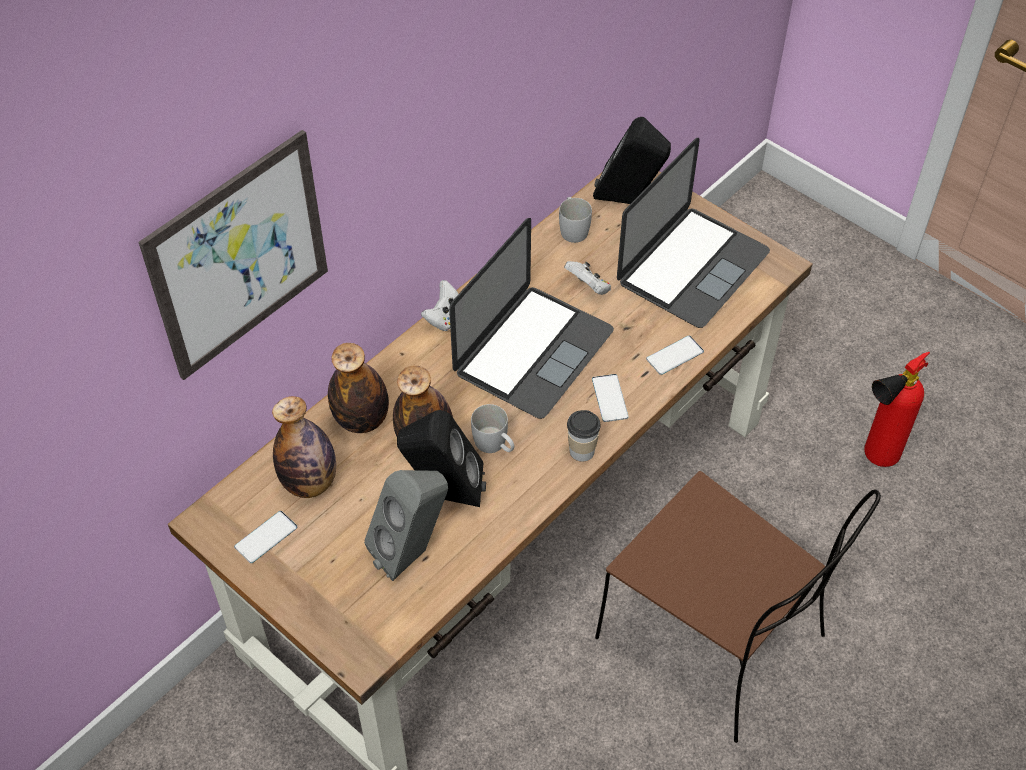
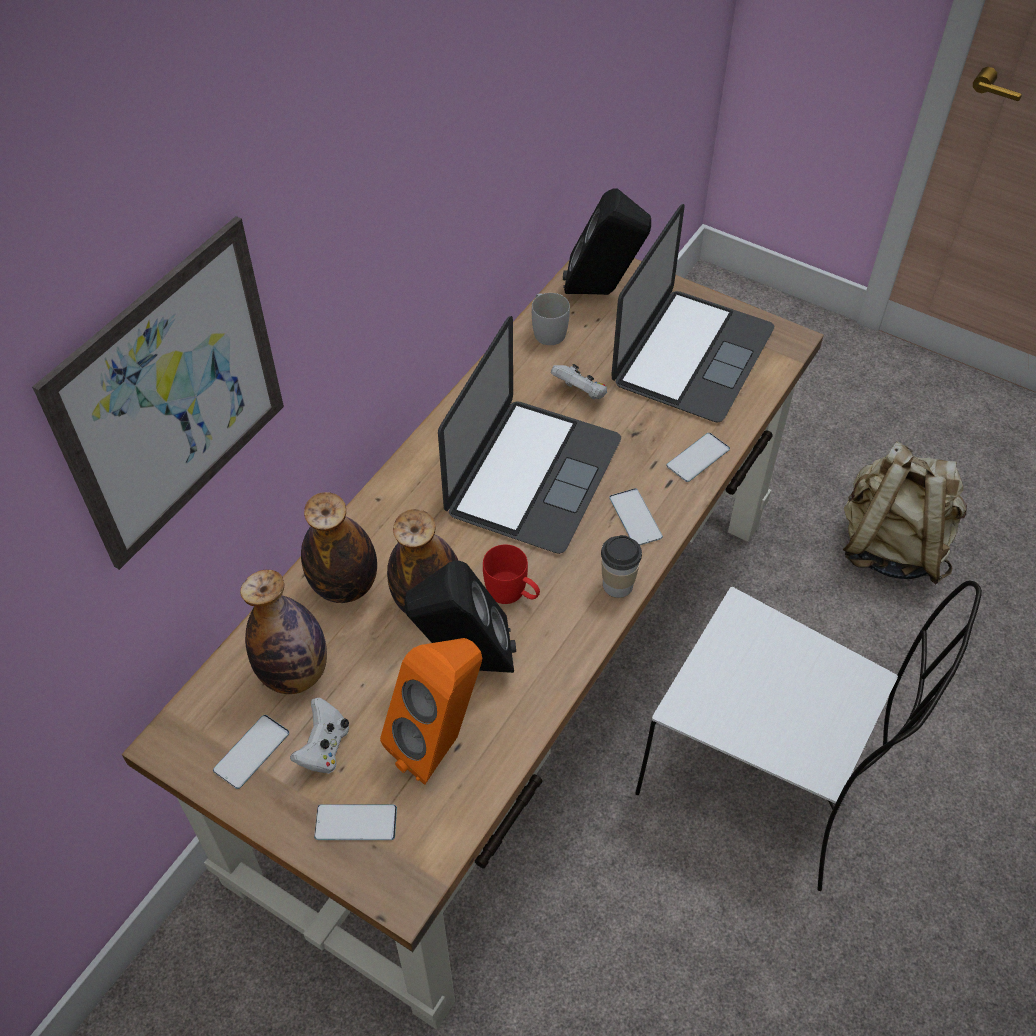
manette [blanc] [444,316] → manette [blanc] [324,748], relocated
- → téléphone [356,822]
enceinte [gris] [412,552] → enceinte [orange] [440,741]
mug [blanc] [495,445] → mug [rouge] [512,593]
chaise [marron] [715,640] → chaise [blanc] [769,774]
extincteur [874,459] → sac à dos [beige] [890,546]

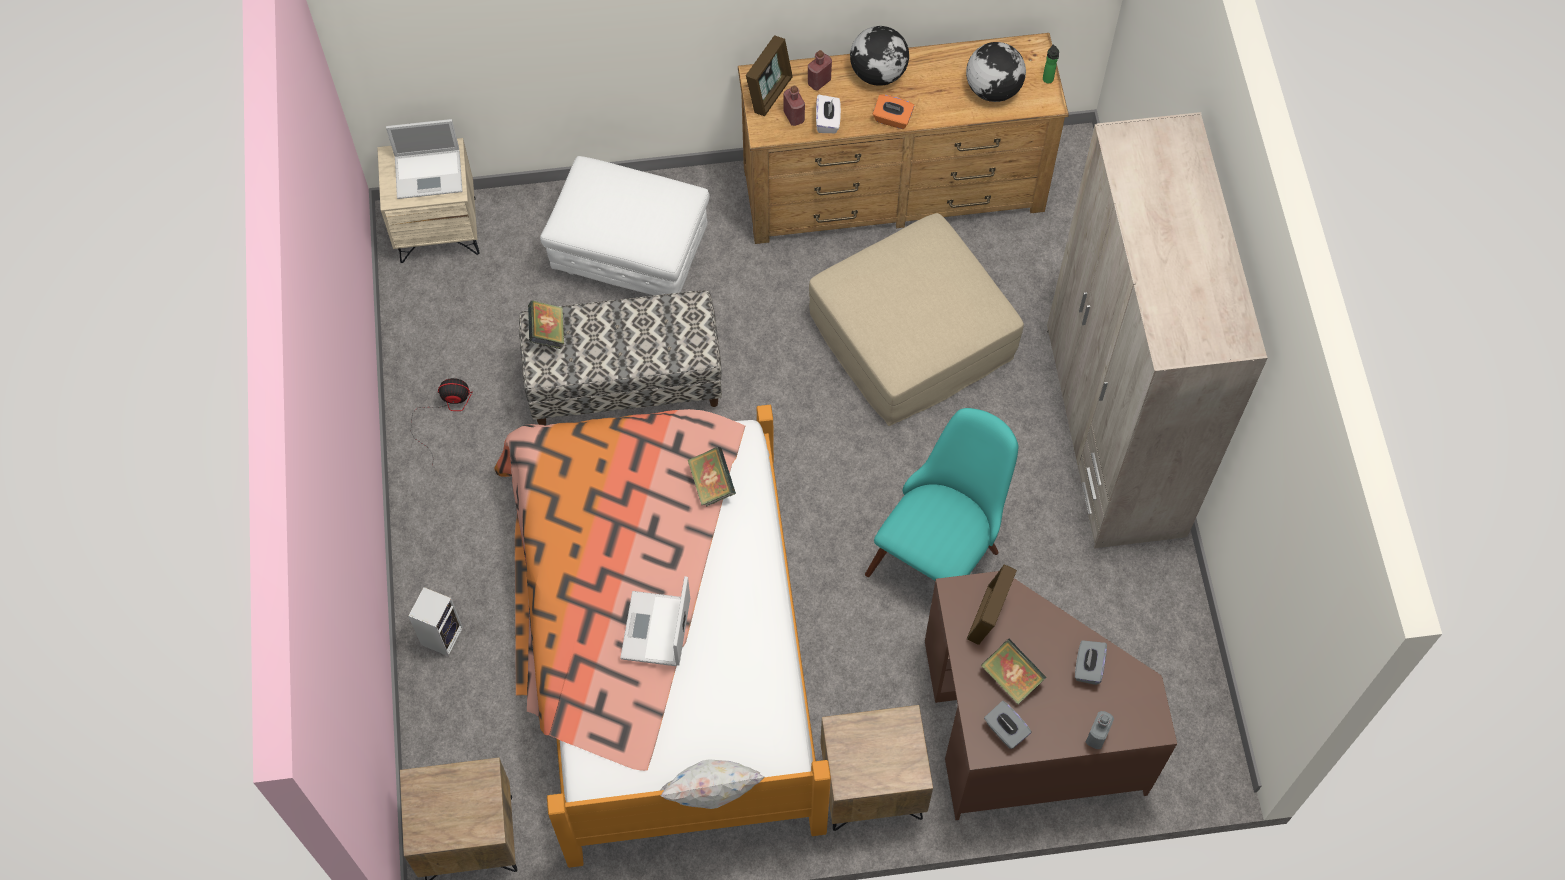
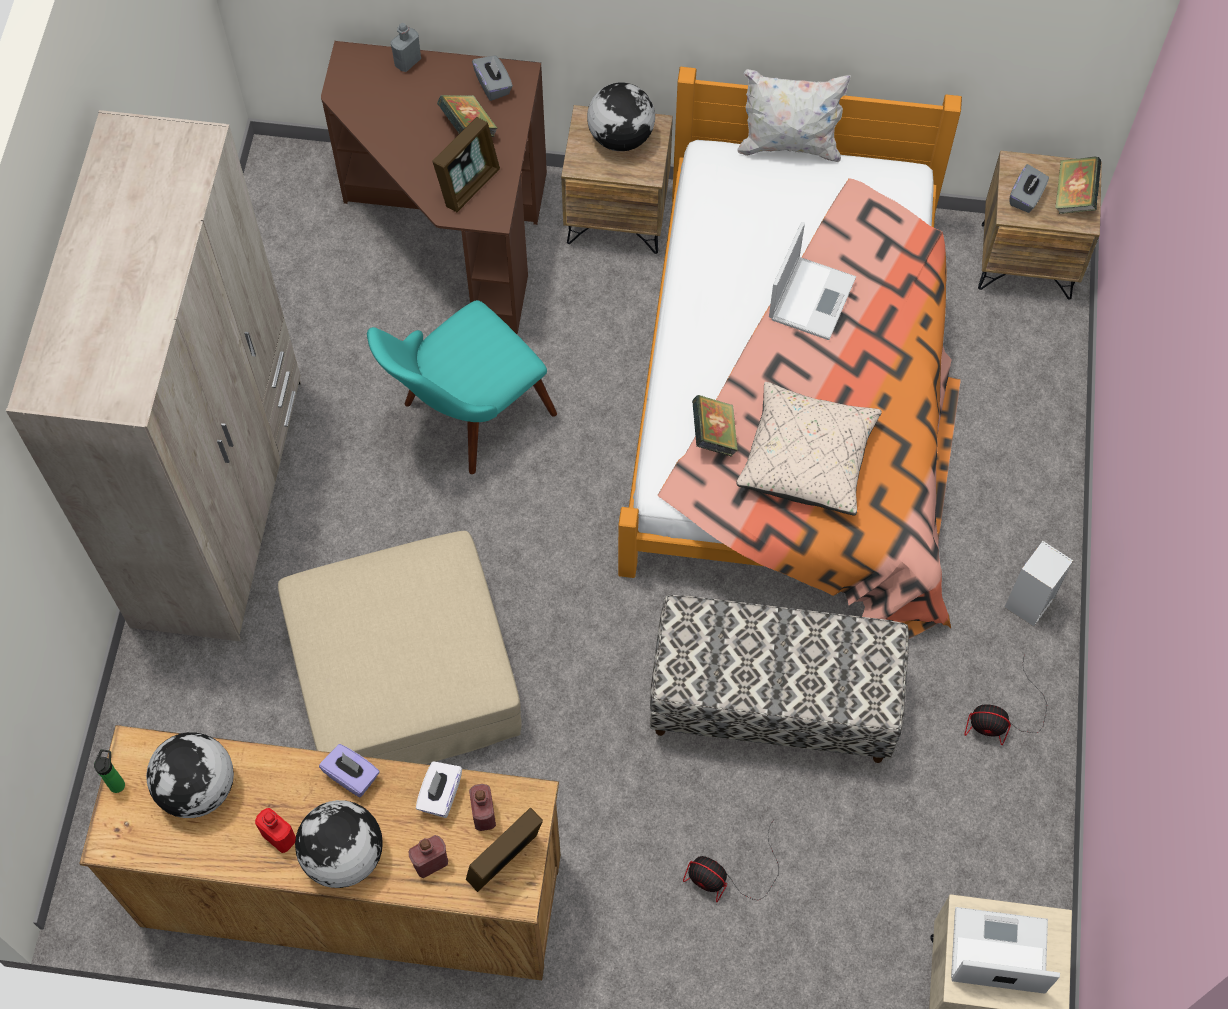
- → bouteille [rouge] [279,837]
boîte à mouchoirs [orange] [892,119] → boîte à mouchoirs [violet] [352,776]
- → globe [621,136]
pouf [blanc] [632,257] → ventilateur [727,876]
- → coussin [beige] [807,459]
enceinte [442,634] → enceinte [1029,605], relocated
boîte à mouchoirs [gris] [1088,667] → boîte à mouchoirs [gris] [1026,197], relocated
livre [547,332] → livre [1074,196], relocated

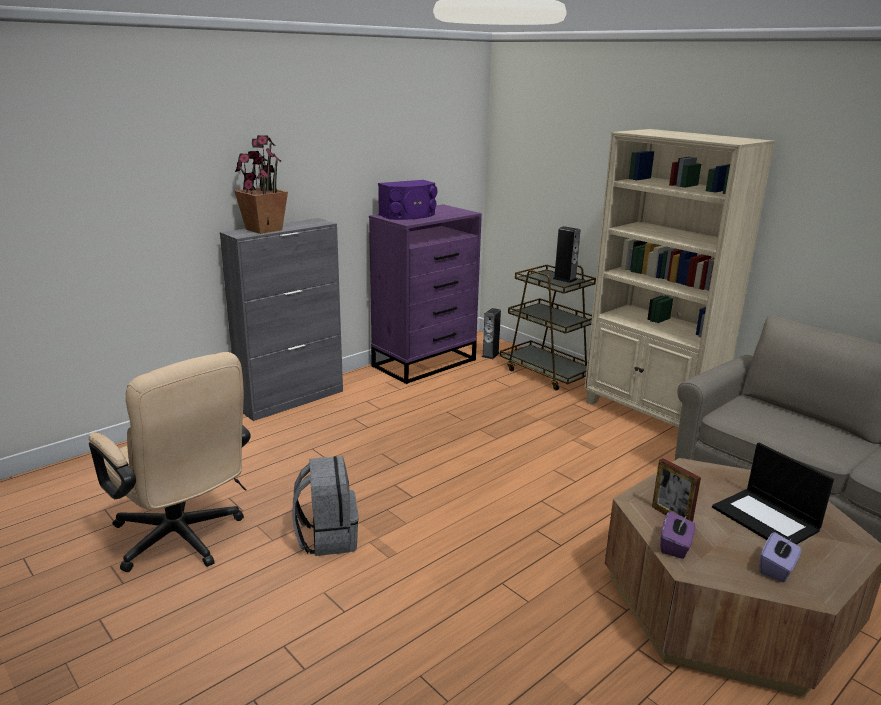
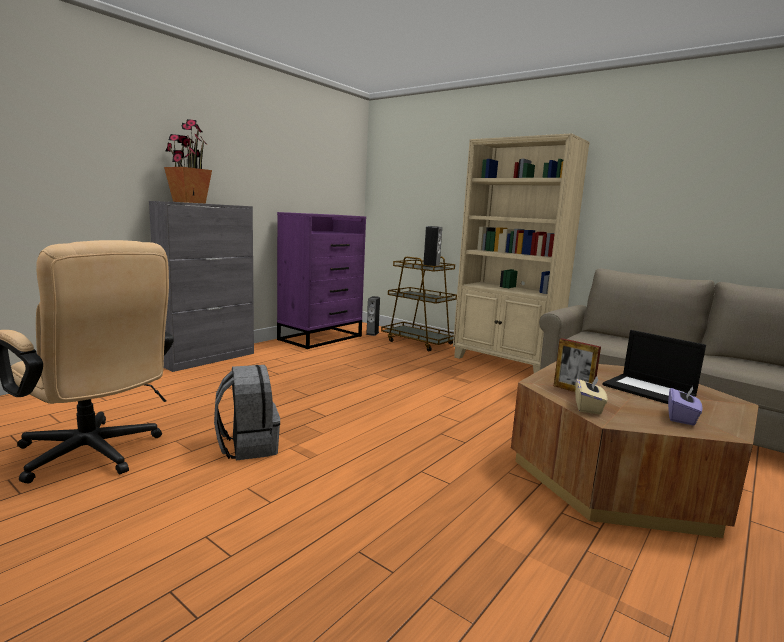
boîte à mouchoirs [violet] [675,546] → boîte à mouchoirs [beige] [588,407]
enceinte [violet] [409,215] → -

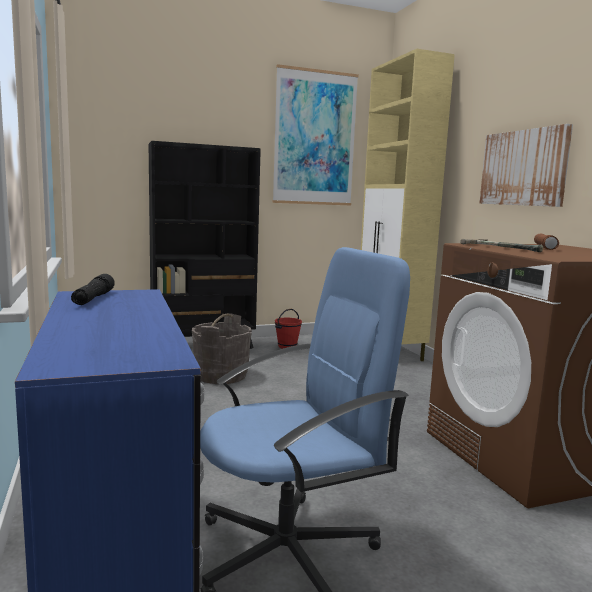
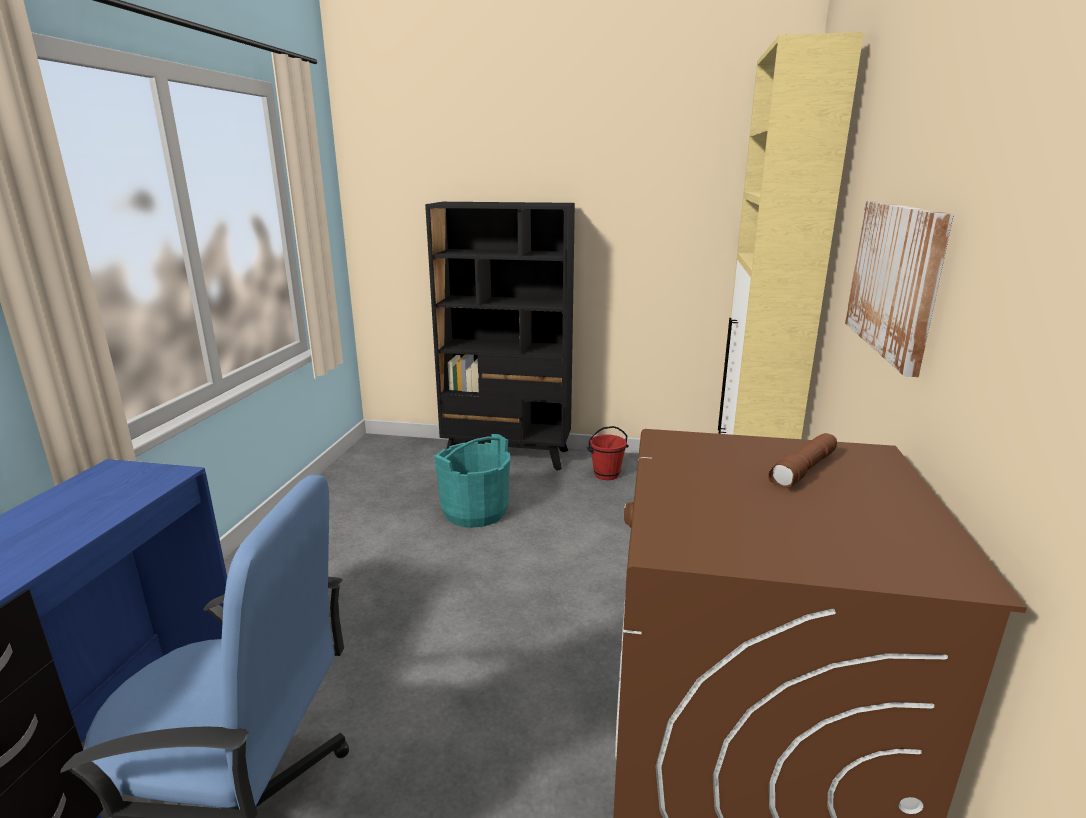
seau [gris] [221,375] → seau [turquoise] [475,511]
lampe de poche [noir] [93,299] → -
tableau [314,138] → -
marteau [503,247] → -

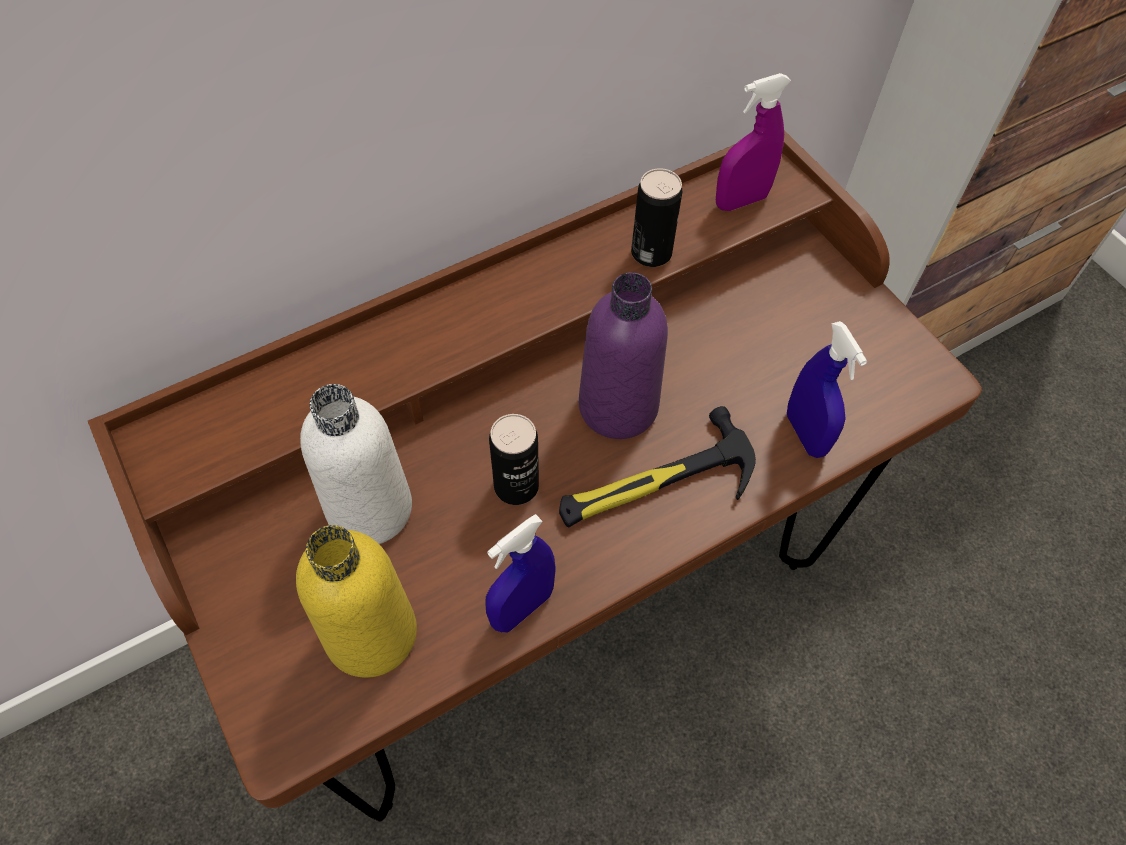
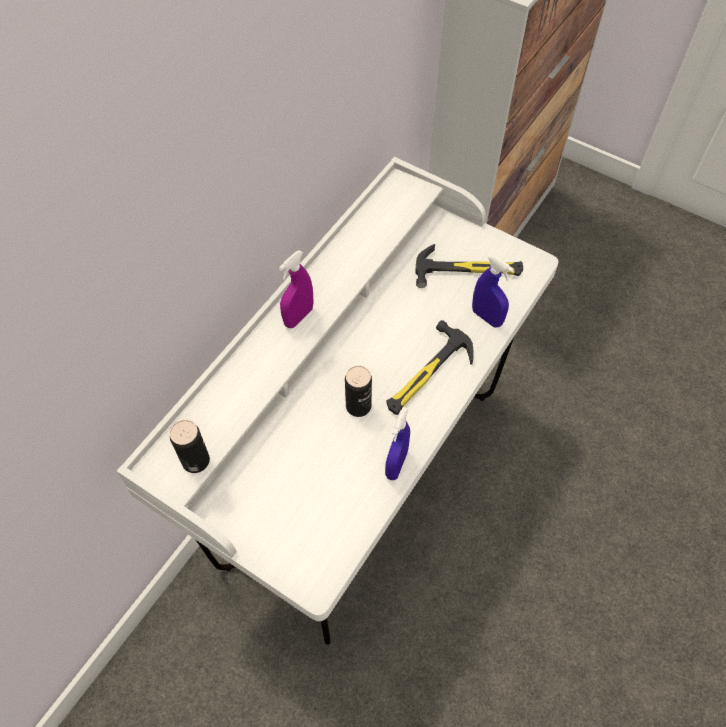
bureau [marron] [556,600] → bureau [blanc] [361,477]
boîte métallique [651,253] → boîte métallique [196,461], relocated
vaporisateur [violet] [741,201] → vaporisateur [violet] [298,317], relocated
- → marteau [468,270]
bouteille [jaune] [371,634] → -
bouteille [blanc] [370,509] → -
bouteille [violet] [618,406] → -

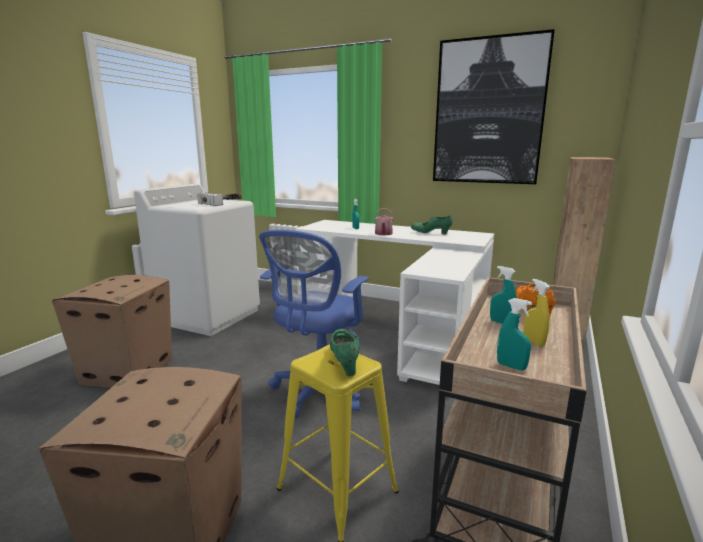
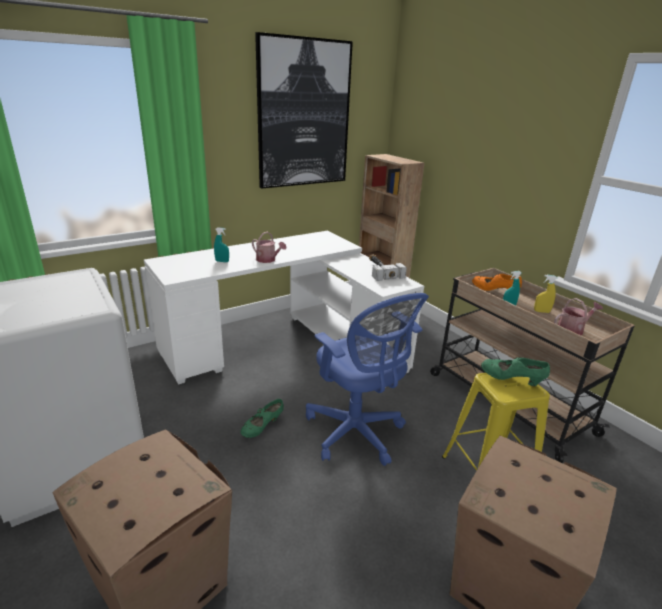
chaussure [vert] [430,233] → chaussure [vert] [262,428], relocated
marteau [223,203] → marteau [381,271], relocated
vaporisateur [turquoise] [511,366] → arrosoir [572,330]

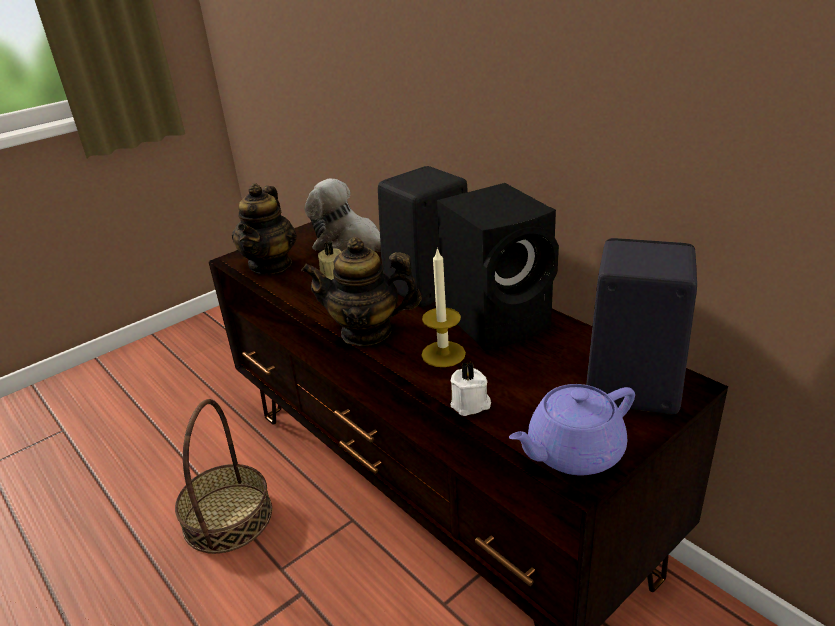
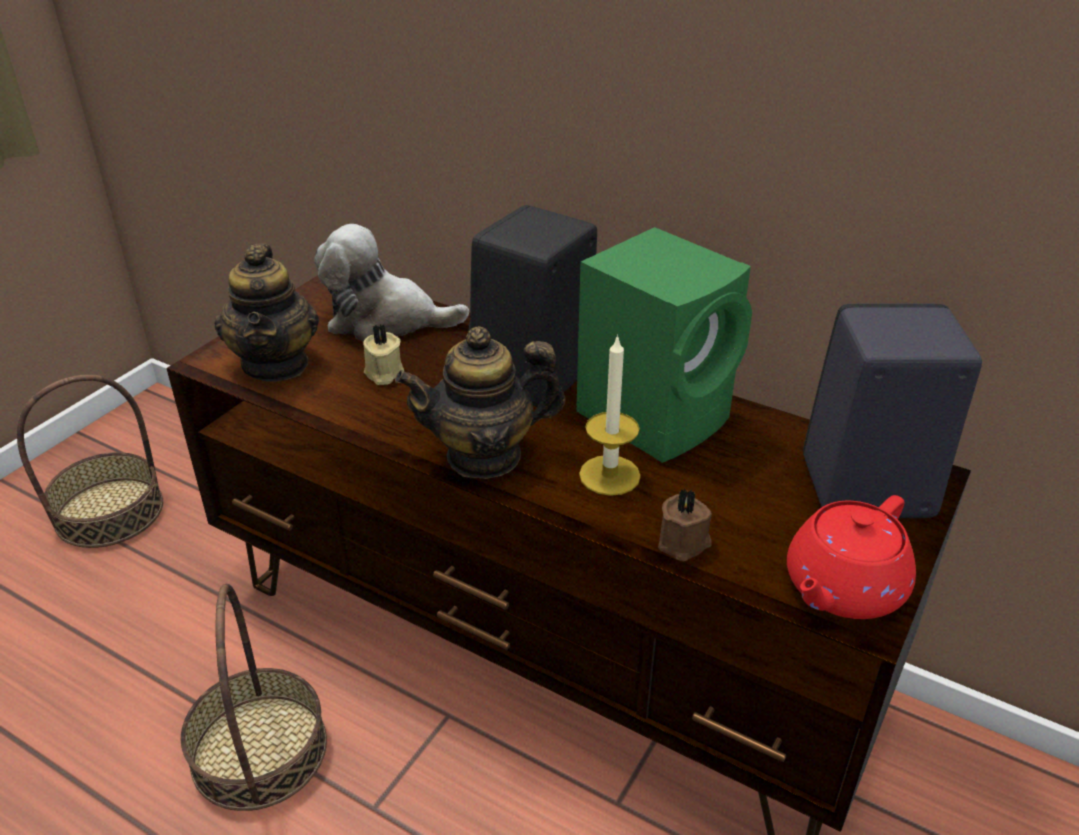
- → panier [109,512]
enceinte [noir] [499,320] → enceinte [vert] [657,414]
bougie [blanc] [471,404] → bougie [marron] [684,543]
théière [violet] [572,452] → théière [rouge] [842,588]

